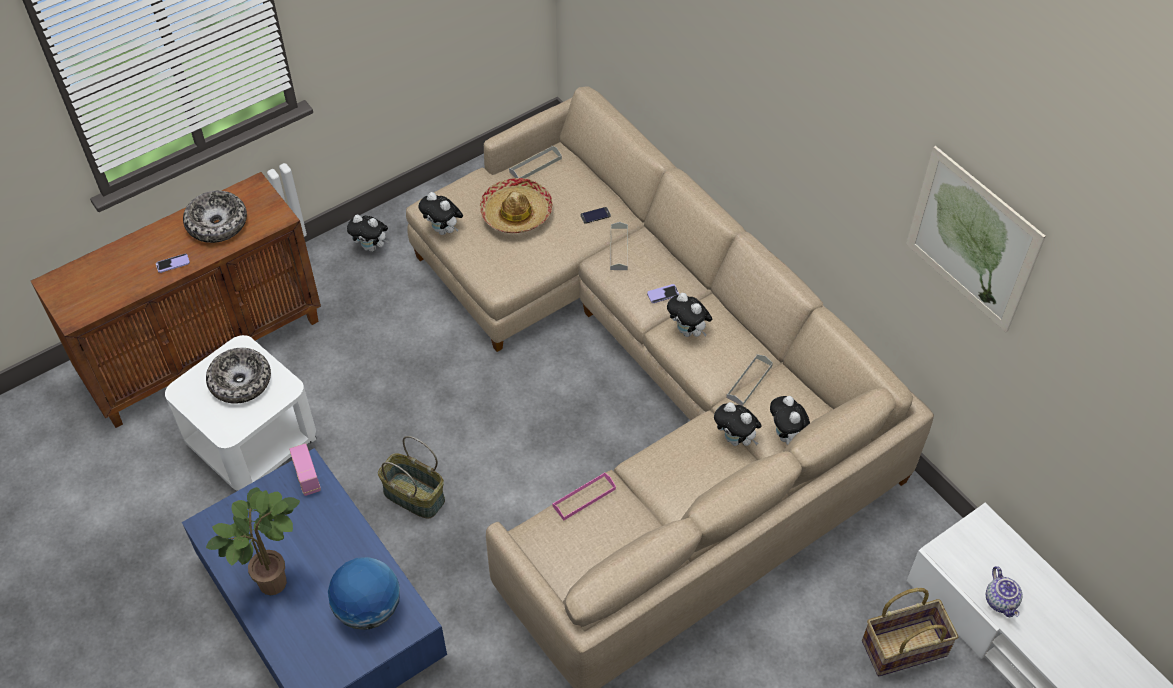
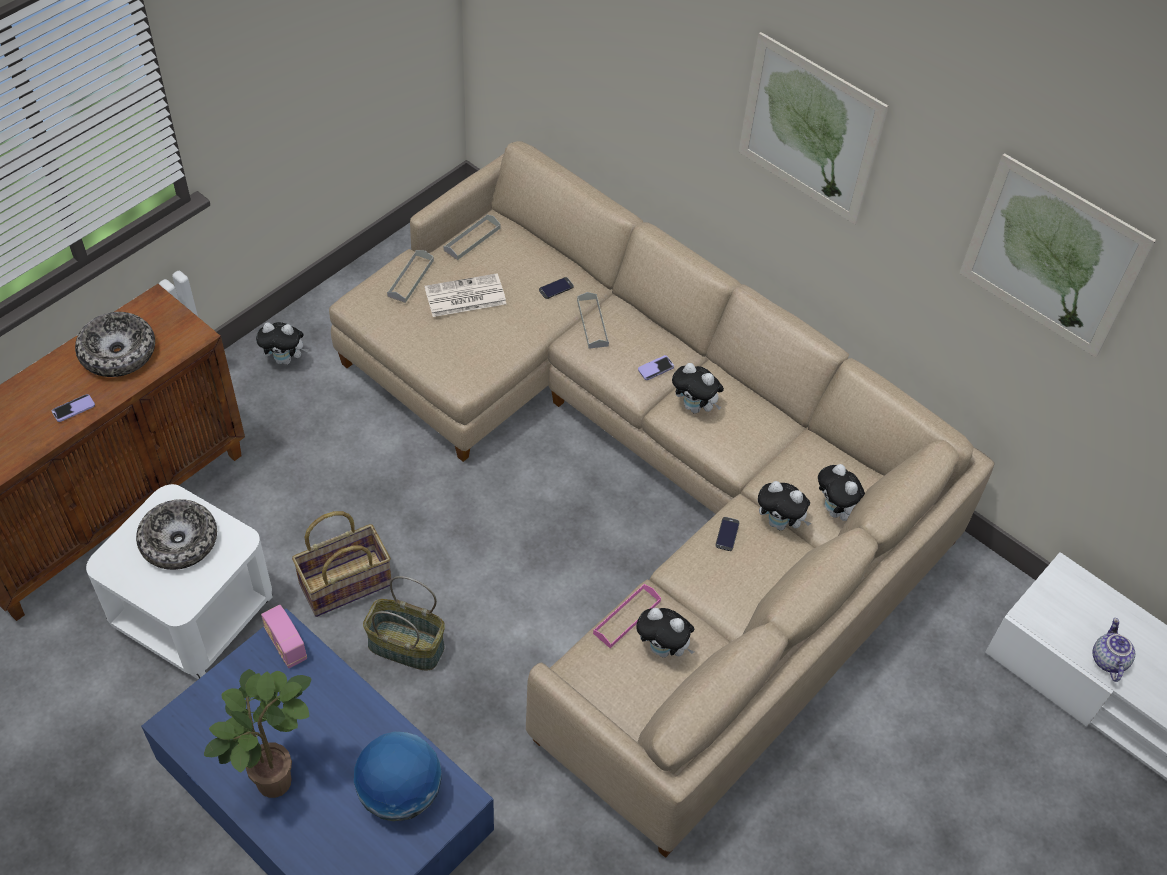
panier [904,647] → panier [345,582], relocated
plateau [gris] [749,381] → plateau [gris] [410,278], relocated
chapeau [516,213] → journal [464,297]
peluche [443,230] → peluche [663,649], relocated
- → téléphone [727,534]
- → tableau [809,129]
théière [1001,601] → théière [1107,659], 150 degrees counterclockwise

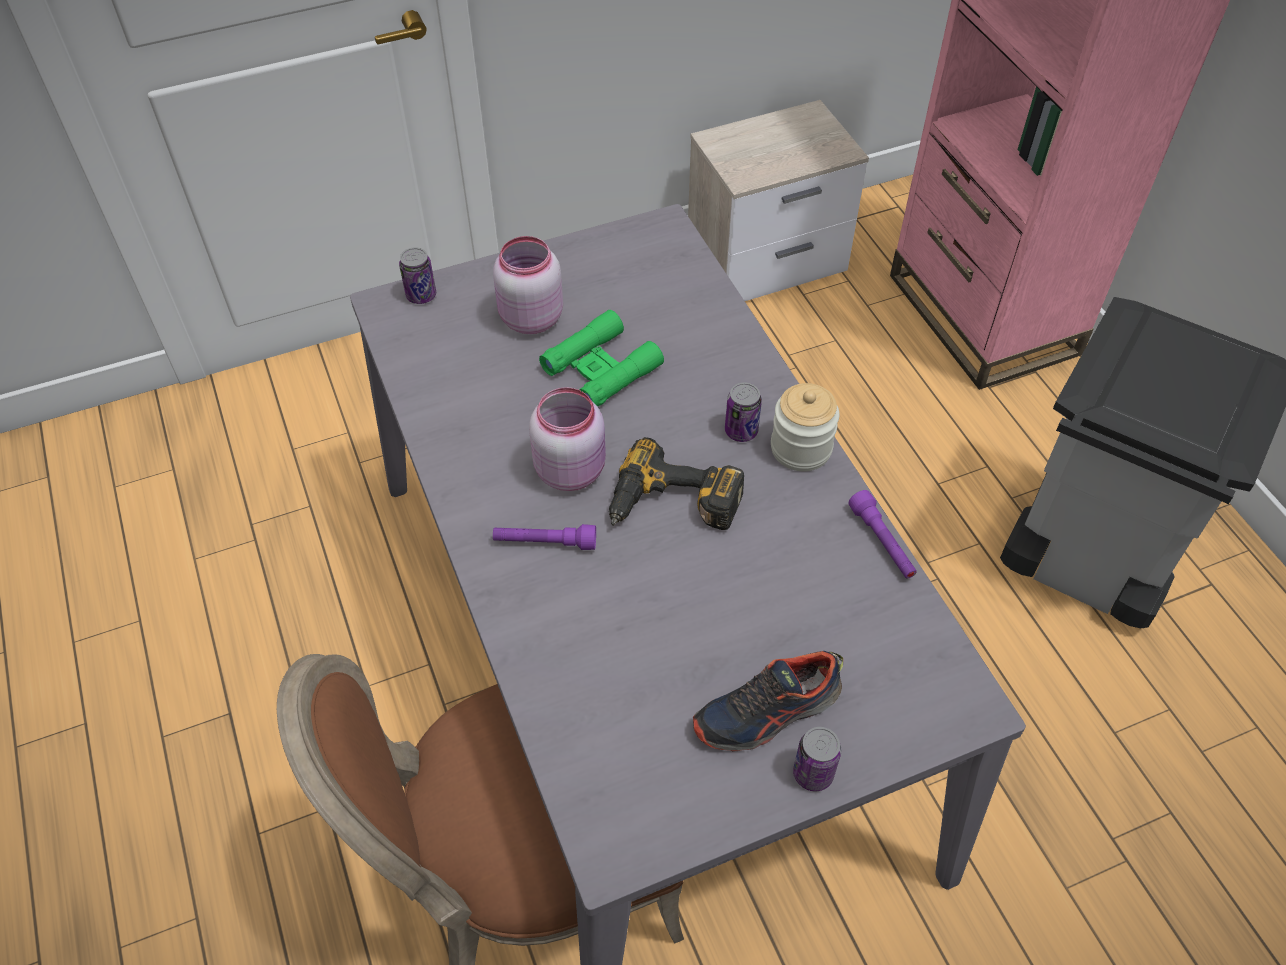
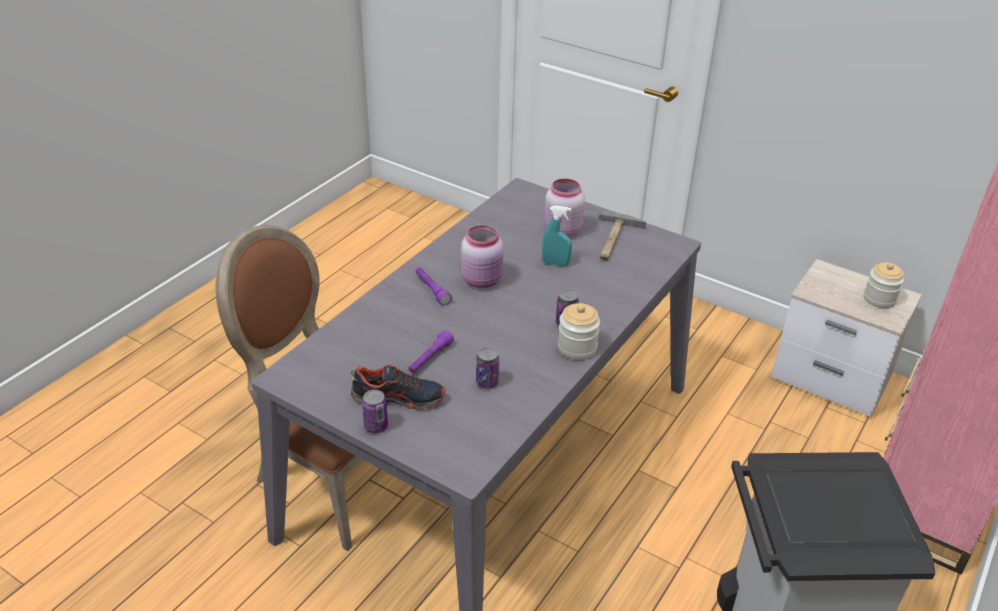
chaussure [767,712] → chaussure [398,397], 150 degrees clockwise
lampe de poche [violet] [882,542] → lampe de poche [violet] [430,358], relocated
boîte métallique [421,295] → boîte métallique [487,382], relocated
jumelles [vert] [601,368] → vaporisateur [turquoise] [555,263]
- → marteau [614,240]
- → bocal [879,299]
perceuse [672,507] → -

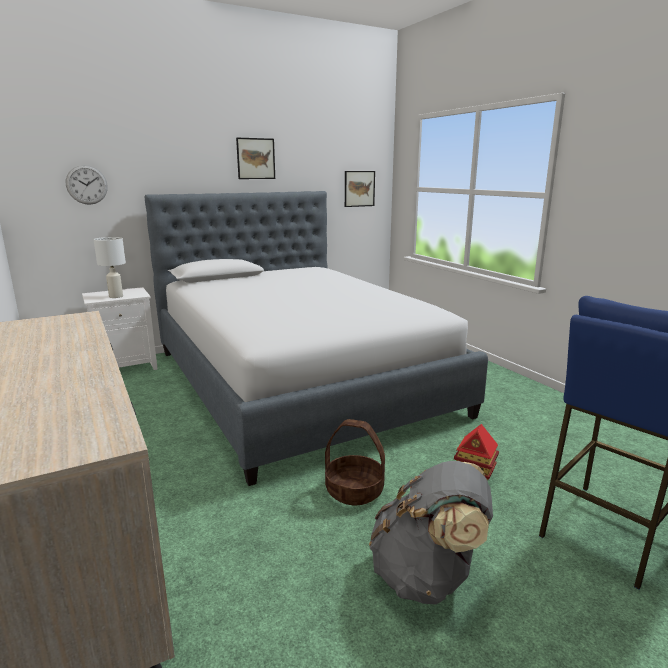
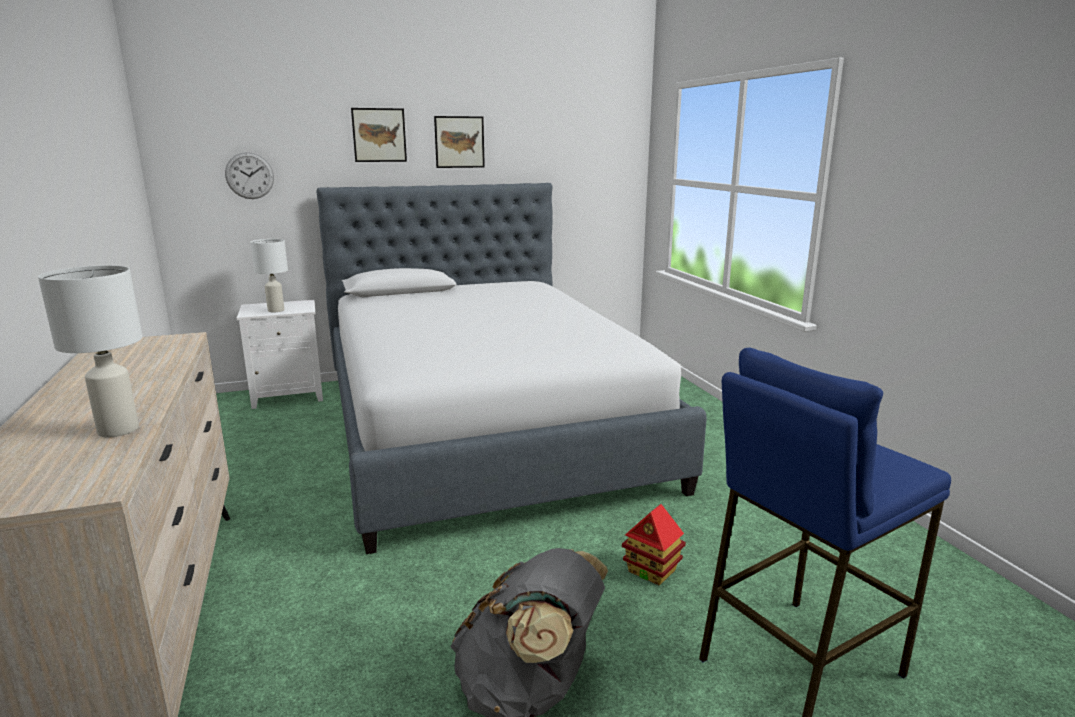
- → lampe de table [blanc] [119,430]
tableau [359,188] → tableau [379,135], relocated
panier [354,490] → -

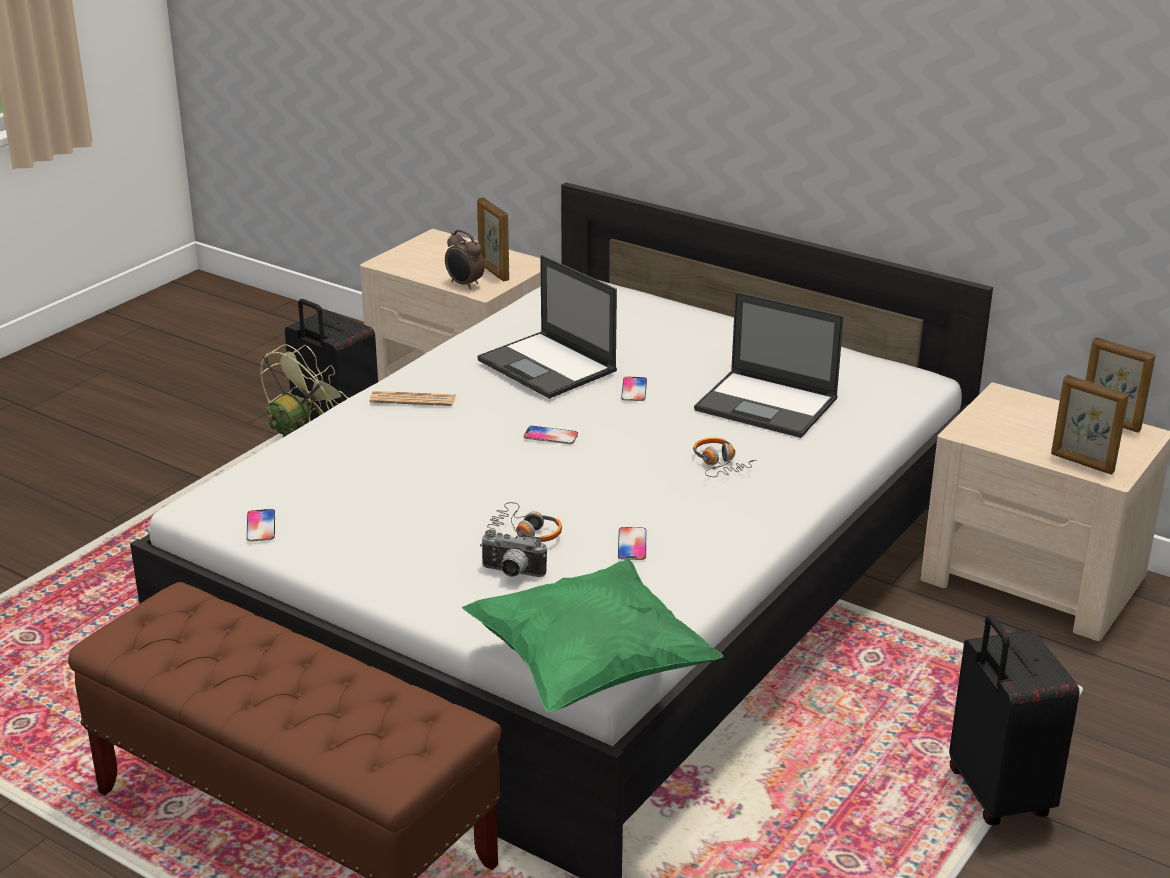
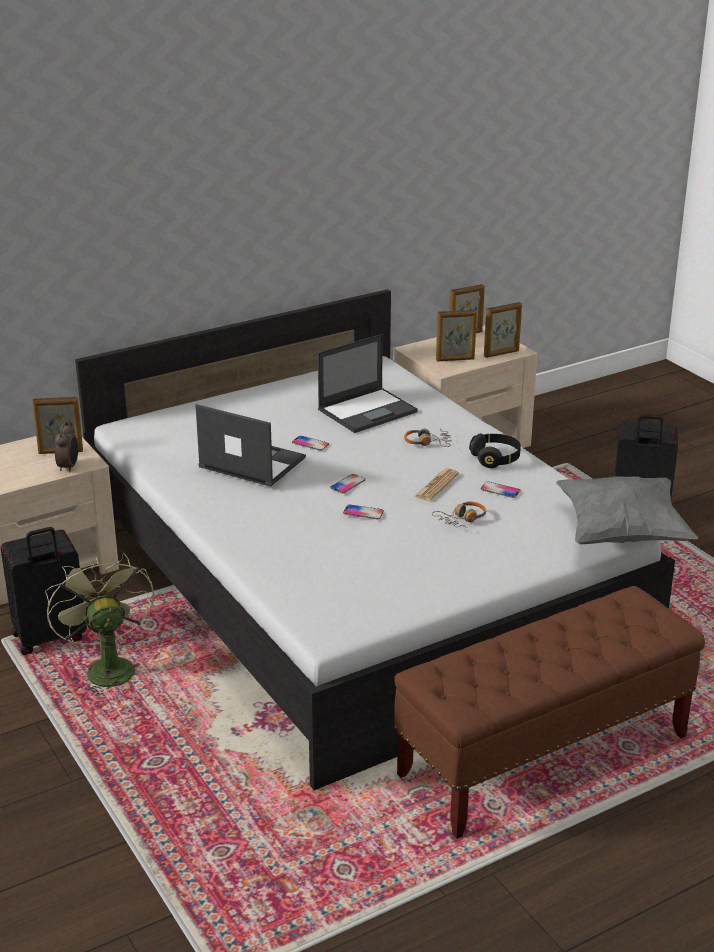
réveil [464,284] → réveil [69,467], 60 degrees counterclockwise
ordinateur portable [548,366] → ordinateur portable [251,462], 135 degrees counterclockwise
téléphone [261,526] → téléphone [363,513], relocated
journal [413,400] → journal [436,485], relocated
- → cadre photo [455,359]
- → casque audio [noir] [495,459]
coussin [vert] [590,668] → coussin [gris] [622,533]
appareil photo [511,573] → -

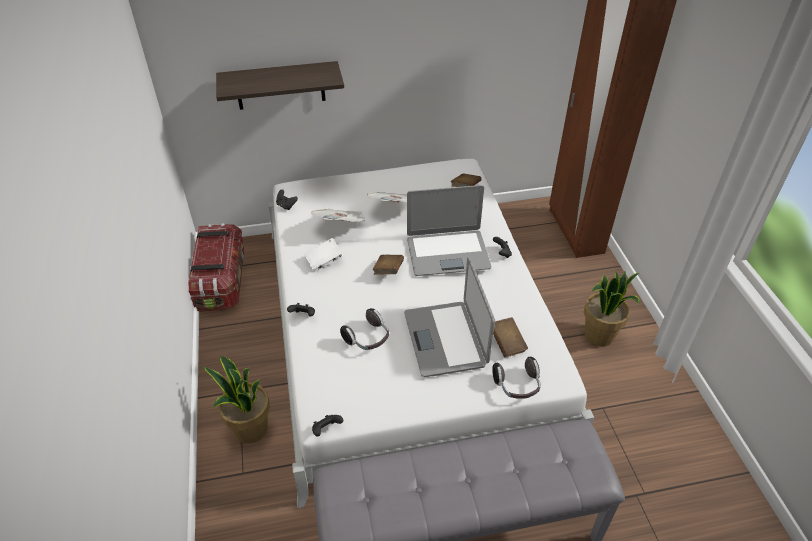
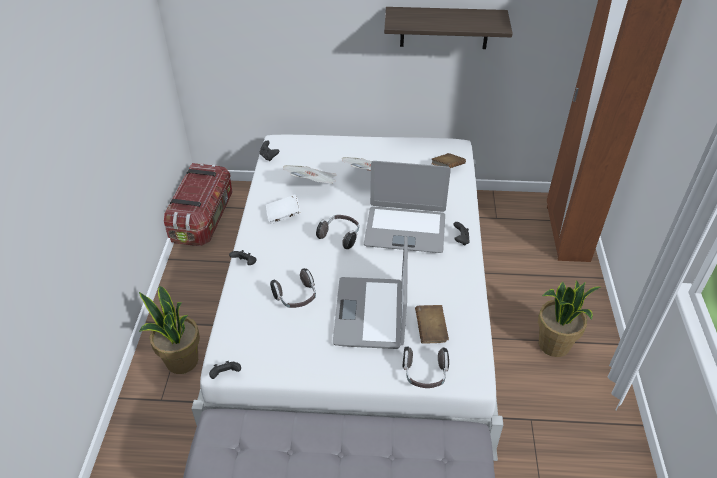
livre [marron] [388,271] → casque audio [340,236]
étagère [280,85] → étagère [444,28], relocated

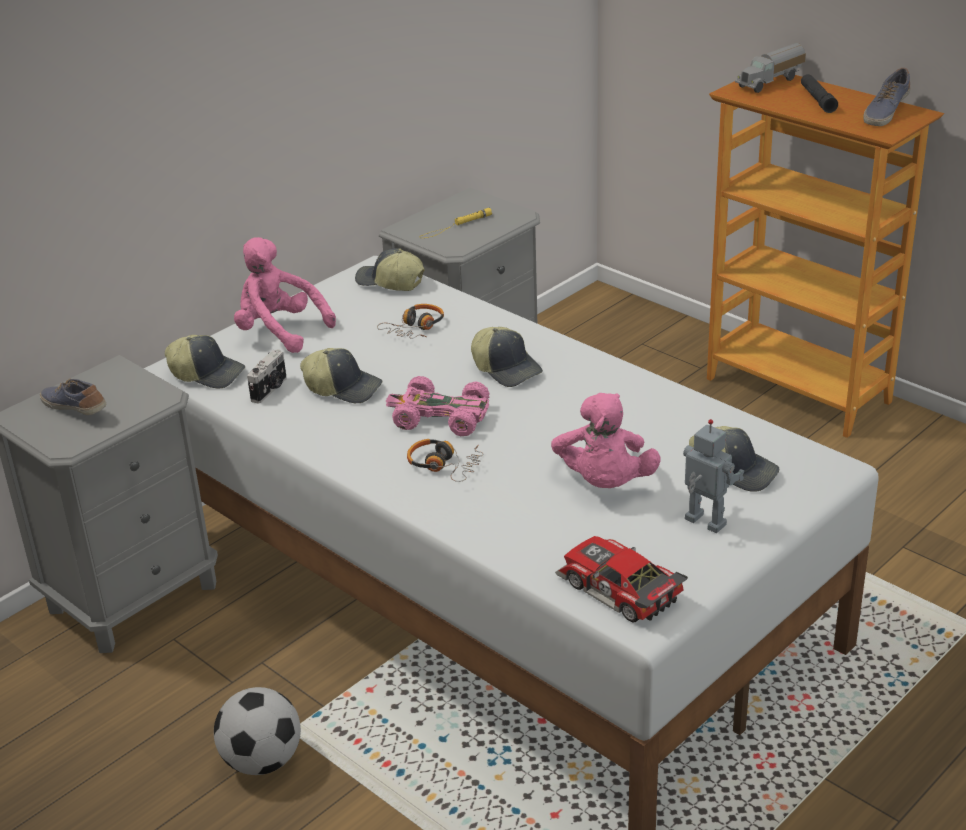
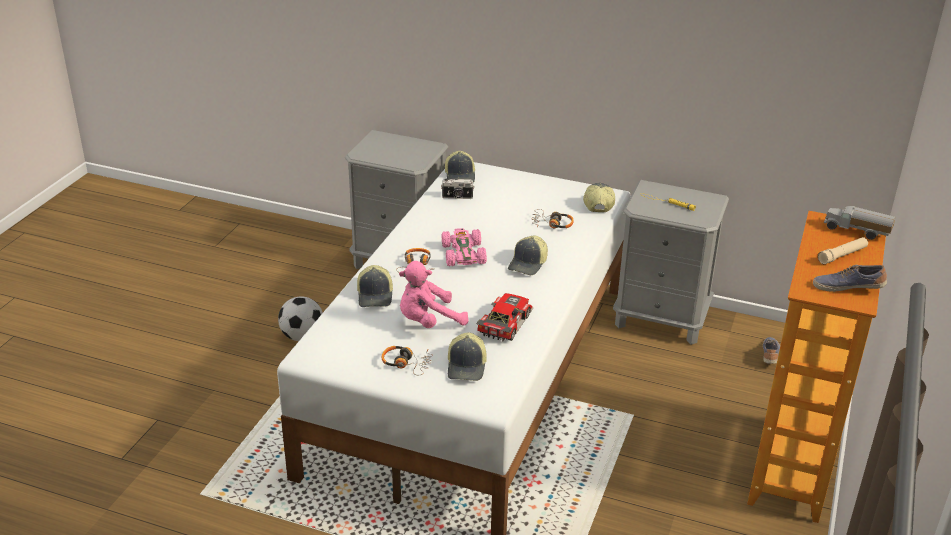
casquette [343,388] → casquette [376,295], relocated
robot jouet [703,523] → casque audio [406,363]
petite voiture [617,591] → petite voiture [503,323], relocated
chaussure [76,408] → chaussure [770,355], relocated
lampe de poche [noir] [817,100] → lampe de poche [beige] [842,255]
peluche [rose] [279,332] → -

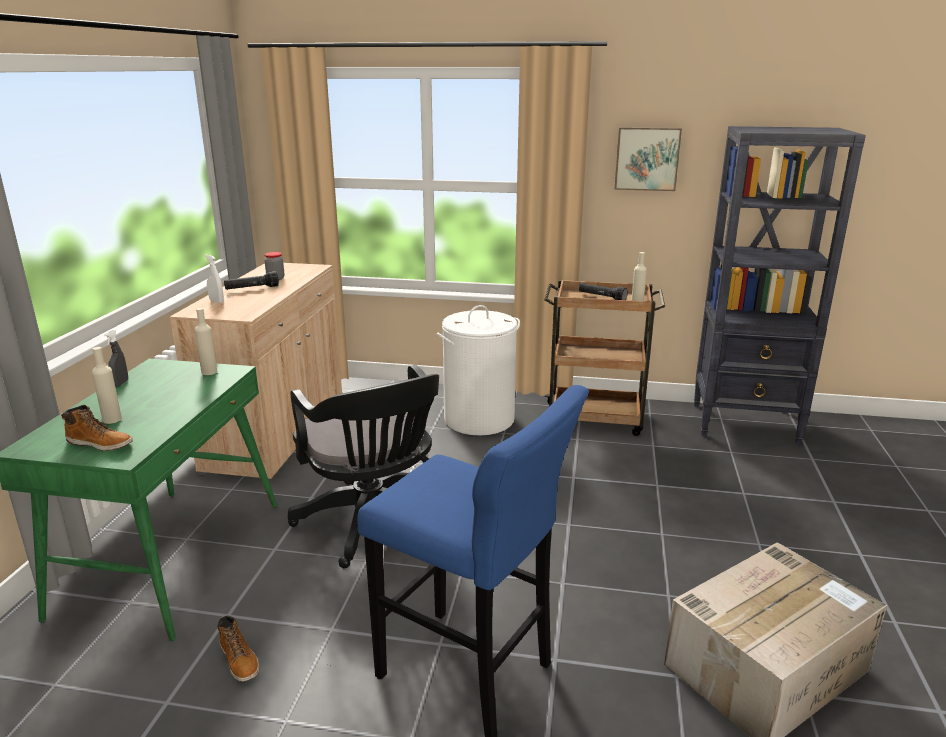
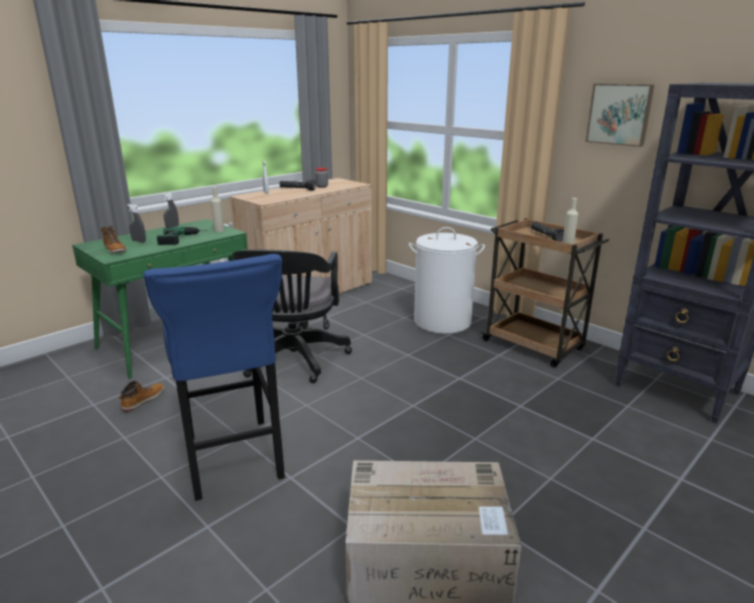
botte [240,660] → botte [143,400], 150 degrees counterclockwise
bouteille [beige] [112,419] → vaporisateur [gris] [139,241]
- → perceuse [183,239]

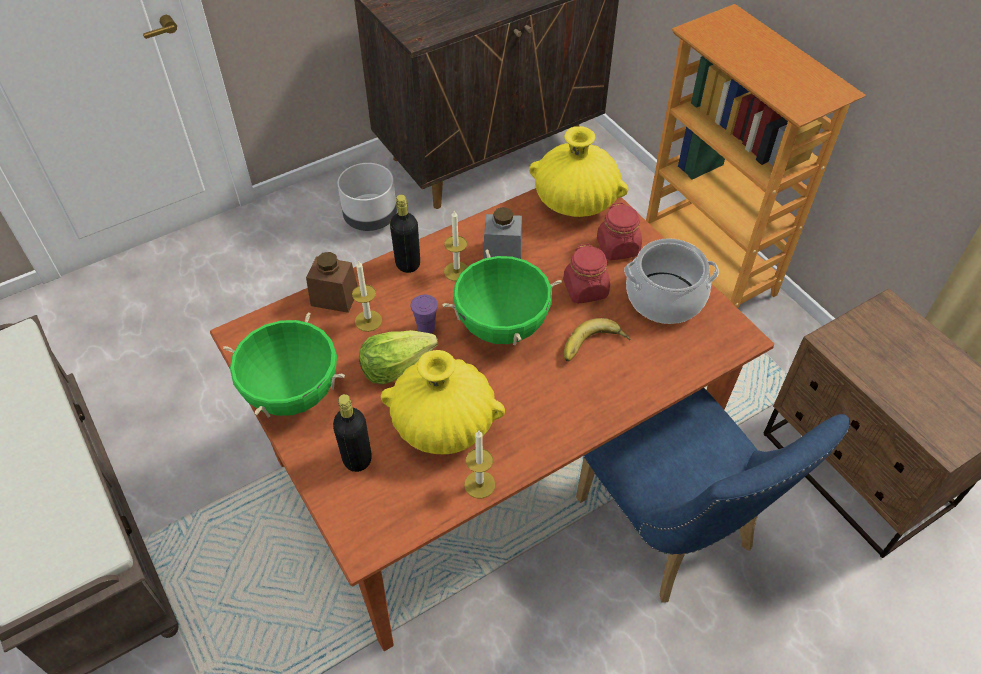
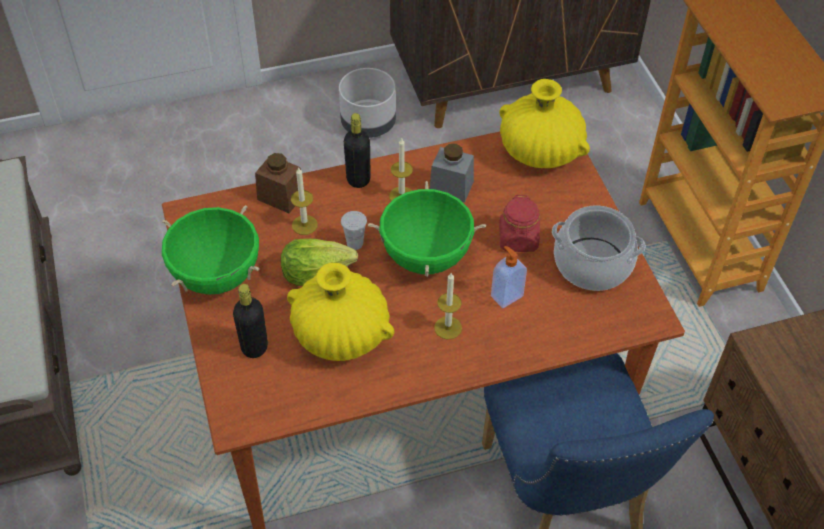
tasse [violet] [426,328] → tasse [blanc] [355,243]
bougie [479,484] → bougie [448,328], relocated
banane [594,347] → distributeur de savon [506,295]
bocal [rouge] [618,247] → -

